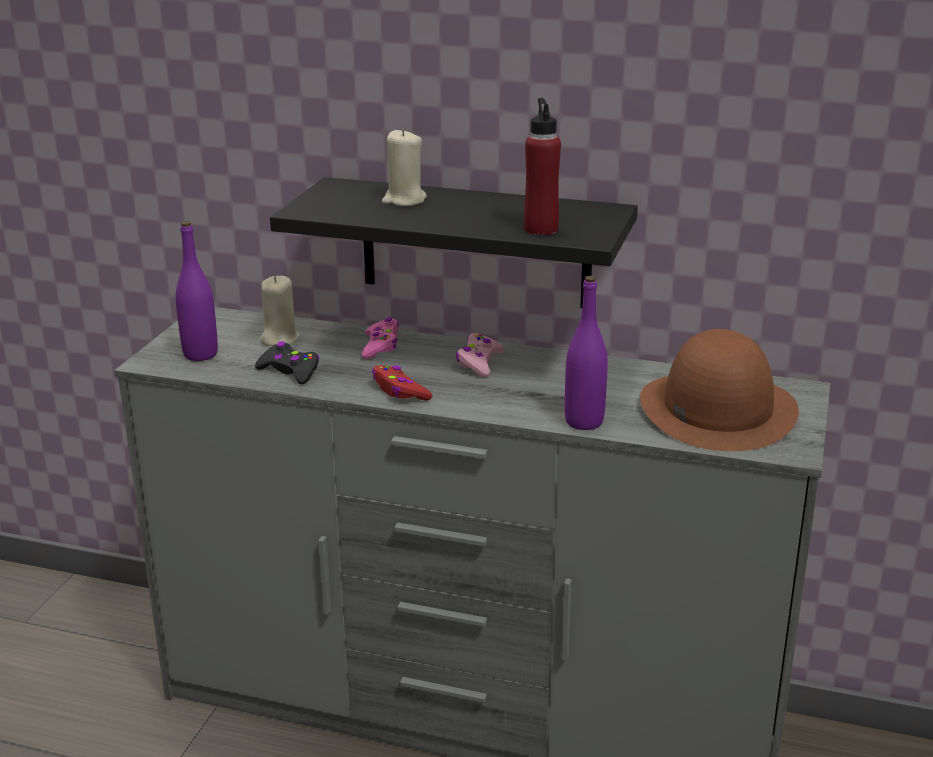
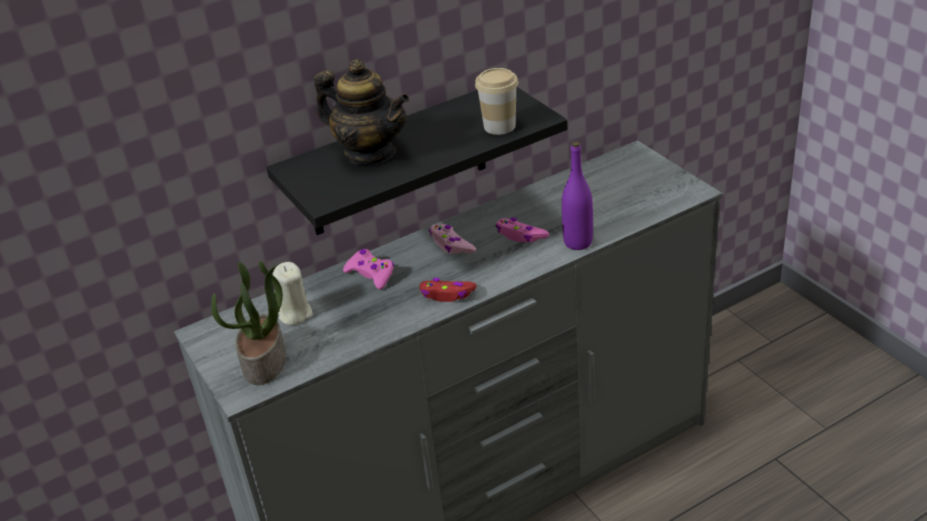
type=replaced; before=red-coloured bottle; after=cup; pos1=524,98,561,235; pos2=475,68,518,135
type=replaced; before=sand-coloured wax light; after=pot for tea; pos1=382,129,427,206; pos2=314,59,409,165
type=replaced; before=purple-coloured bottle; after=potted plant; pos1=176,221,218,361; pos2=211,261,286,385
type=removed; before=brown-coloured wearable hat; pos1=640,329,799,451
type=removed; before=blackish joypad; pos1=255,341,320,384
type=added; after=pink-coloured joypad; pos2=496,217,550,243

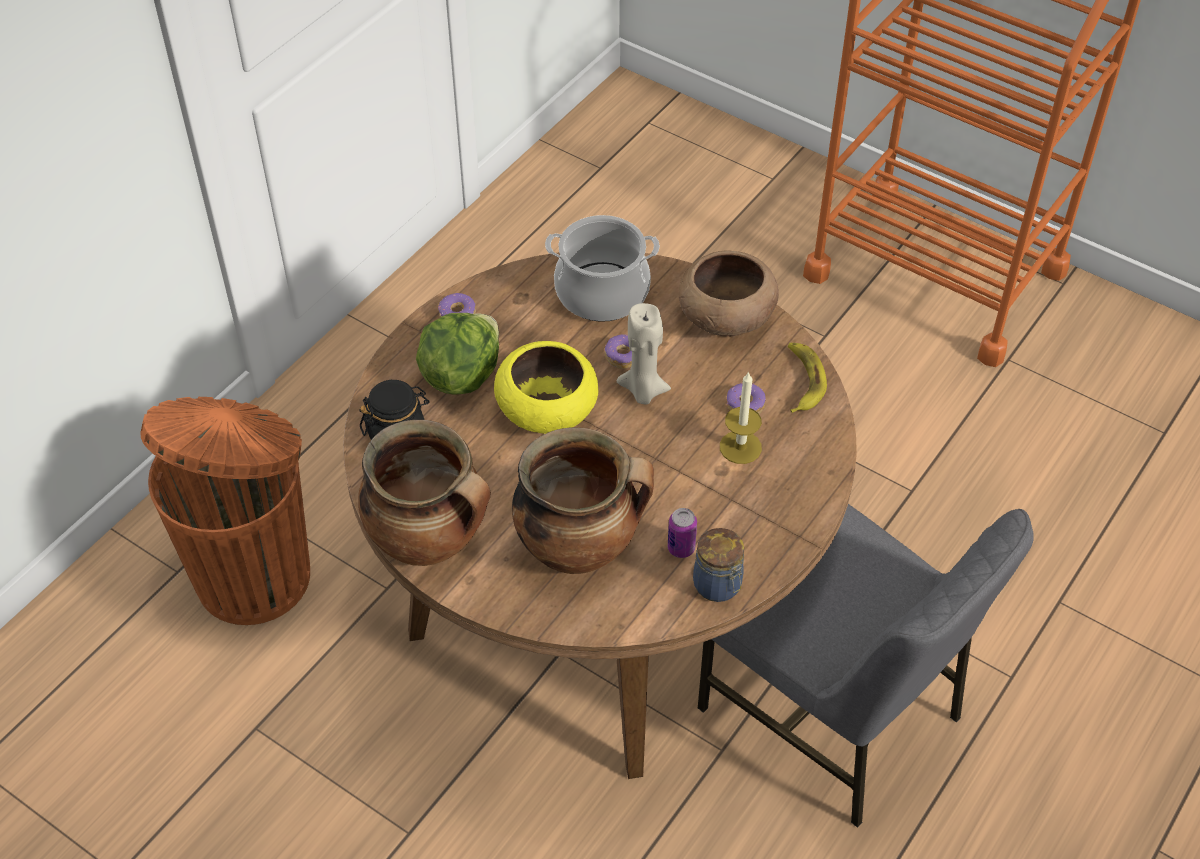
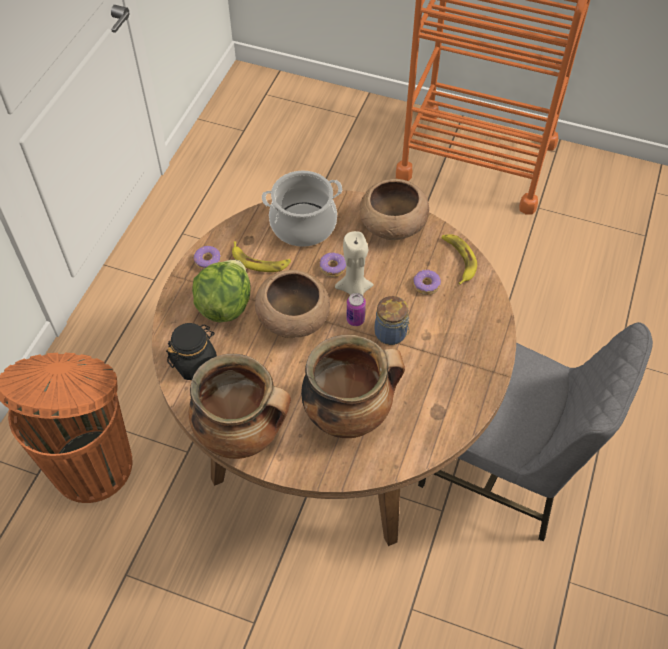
type=recoloured; before=yellow deep dish; after=brown-coloured deep dish; pos1=494,341,598,434; pos2=255,270,330,338
type=removed; before=wax light; pos1=720,371,762,464
type=moved; before=sealed can; pos1=668,508,697,558; pos2=346,293,366,326
type=moved; before=preserve jar; pos1=693,528,744,602; pos2=374,296,410,345
type=added; after=banana; pos2=232,241,291,272

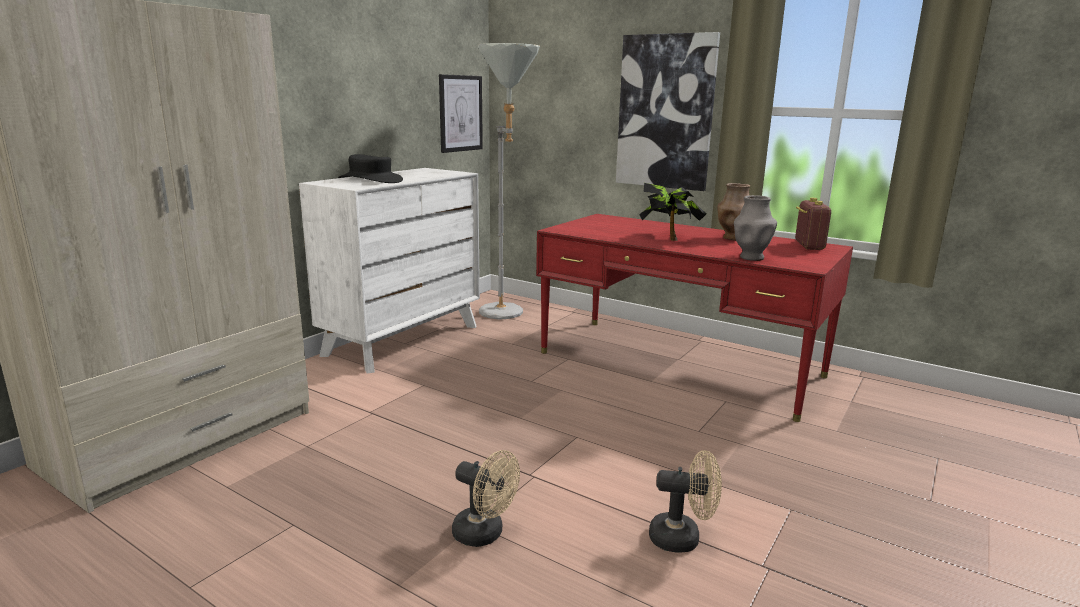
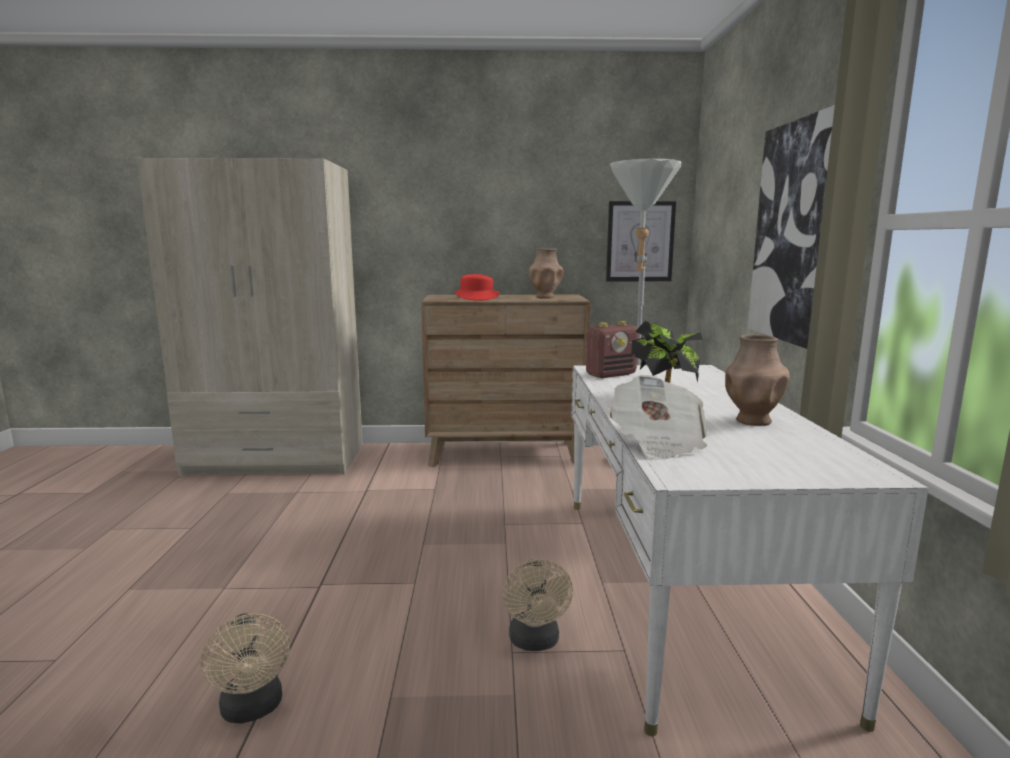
type=recoloured; before=blackish wearable hat; after=red-coloured wearable hat; pos1=338,154,403,183; pos2=454,274,499,301
type=recoloured; before=whitish chest of drawers; after=brown-coloured chest of drawers; pos1=299,168,480,374; pos2=421,295,590,467
type=replaced; before=gray vase; after=newspaper; pos1=734,195,777,261; pos2=609,375,707,460
type=moved; before=radio set; pos1=795,198,831,250; pos2=586,321,638,378
type=recoloured; before=red-coloured desk table; after=whitish desk table; pos1=536,214,853,422; pos2=572,365,929,736
type=moved; before=sand-coloured fan; pos1=452,450,520,547; pos2=503,559,573,651
type=added; after=brown-coloured vase; pos2=529,249,563,299

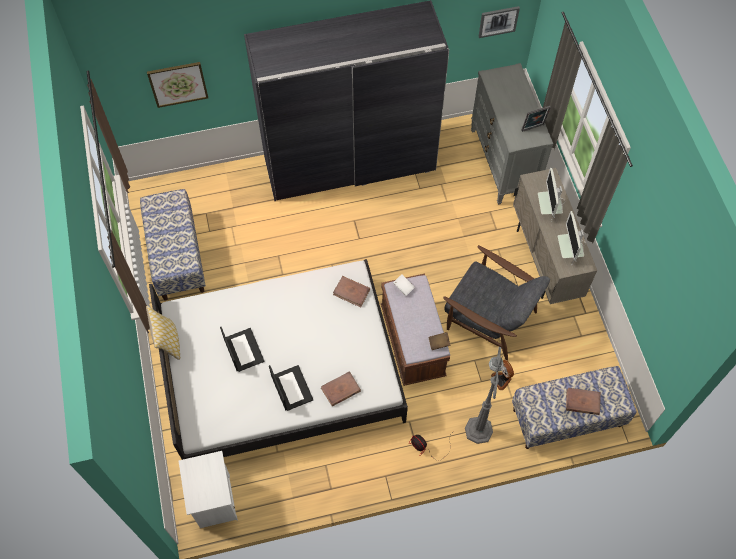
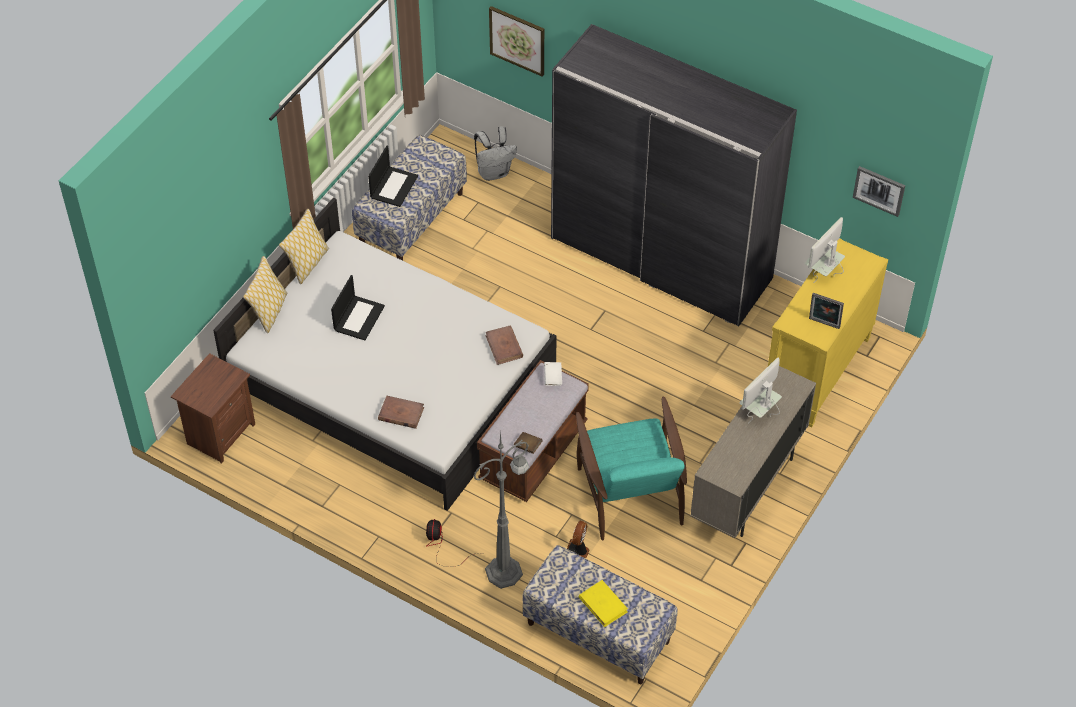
type=recoloured; before=gray chest of drawers; after=yellow chest of drawers; pos1=471,63,553,205; pos2=768,238,888,427
type=moved; before=monitor; pos1=558,211,586,264; pos2=805,217,845,283
type=recoloured; before=gray armchair; after=turquoise armchair; pos1=443,245,550,360; pos2=576,397,687,540
type=moved; before=laptop; pos1=269,365,313,411; pos2=368,146,418,207
type=recoloured; before=brown-coloured book; after=yellow book; pos1=566,388,601,415; pos2=579,580,628,627
type=recoloured; before=whitish nightstand; after=brown-coloured nightstand; pos1=179,451,238,528; pos2=171,353,255,464
type=added; after=whitish rucksack; pos2=474,126,517,181
type=added; after=throw pillow; pos2=243,256,287,333

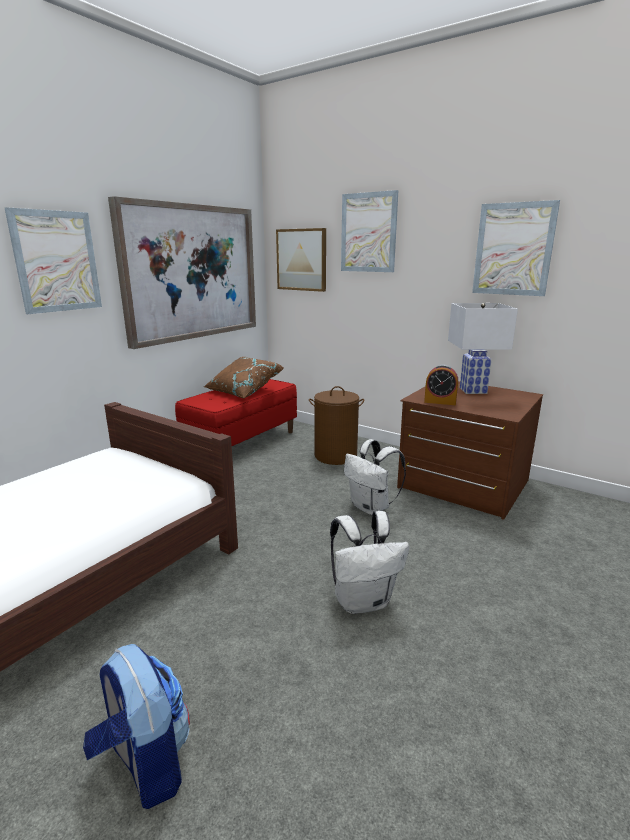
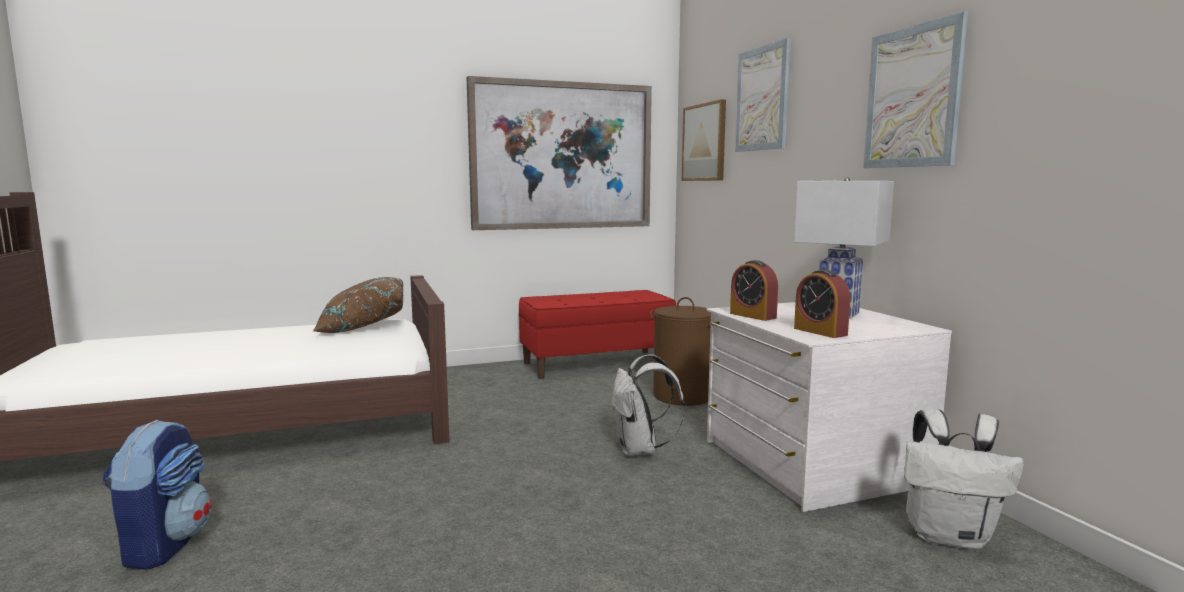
type=removed; before=wall picture; pos1=5,207,102,314
type=moved; before=brown-coloured throw pillow; pos1=204,357,283,398; pos2=313,277,403,333
type=recoloured; before=brown-coloured chest of drawers; after=whitish chest of drawers; pos1=397,381,543,520; pos2=706,302,952,512
type=moved; before=whitish rucksack; pos1=330,511,409,614; pos2=904,409,1024,549
type=added; after=table clock; pos2=794,269,850,338

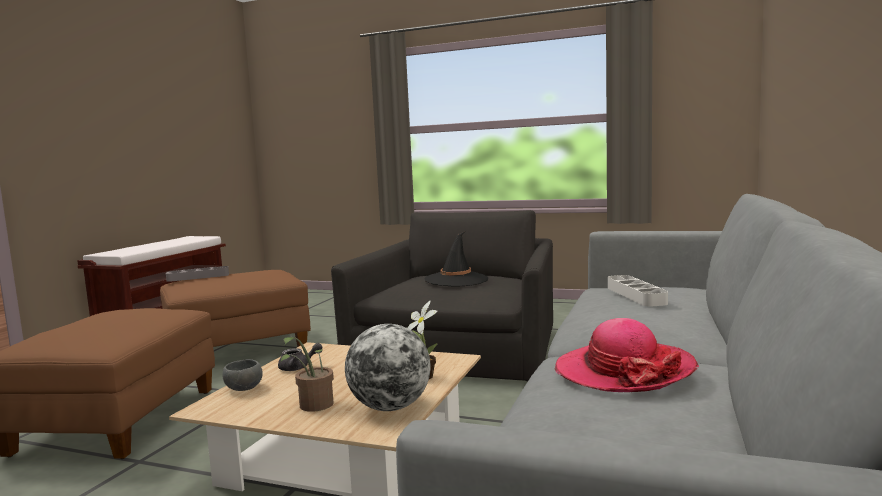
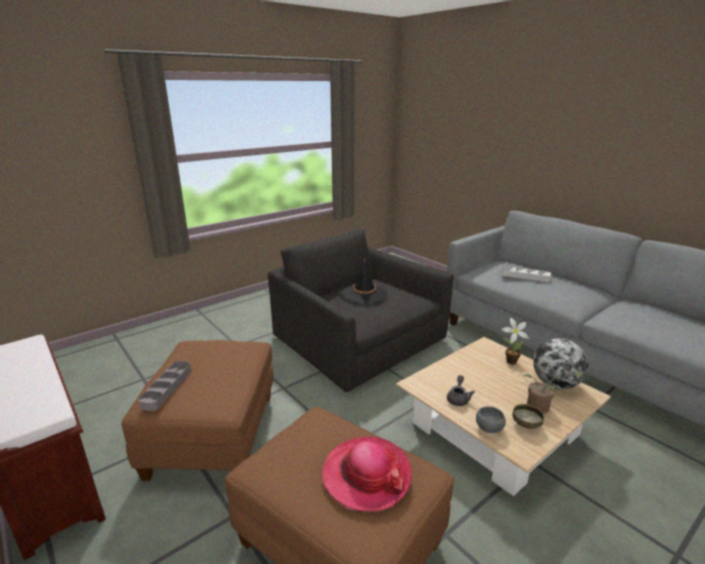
type=moved; before=wearable hat; pos1=555,318,699,392; pos2=322,436,412,511
type=added; after=deep dish; pos2=512,404,544,429

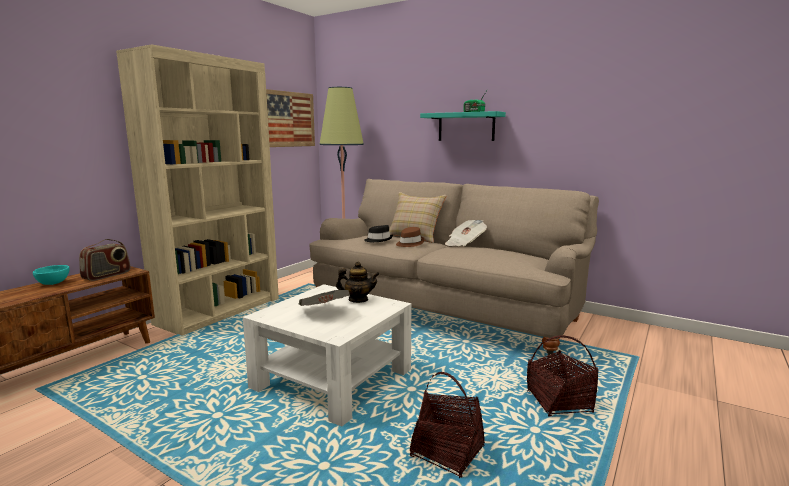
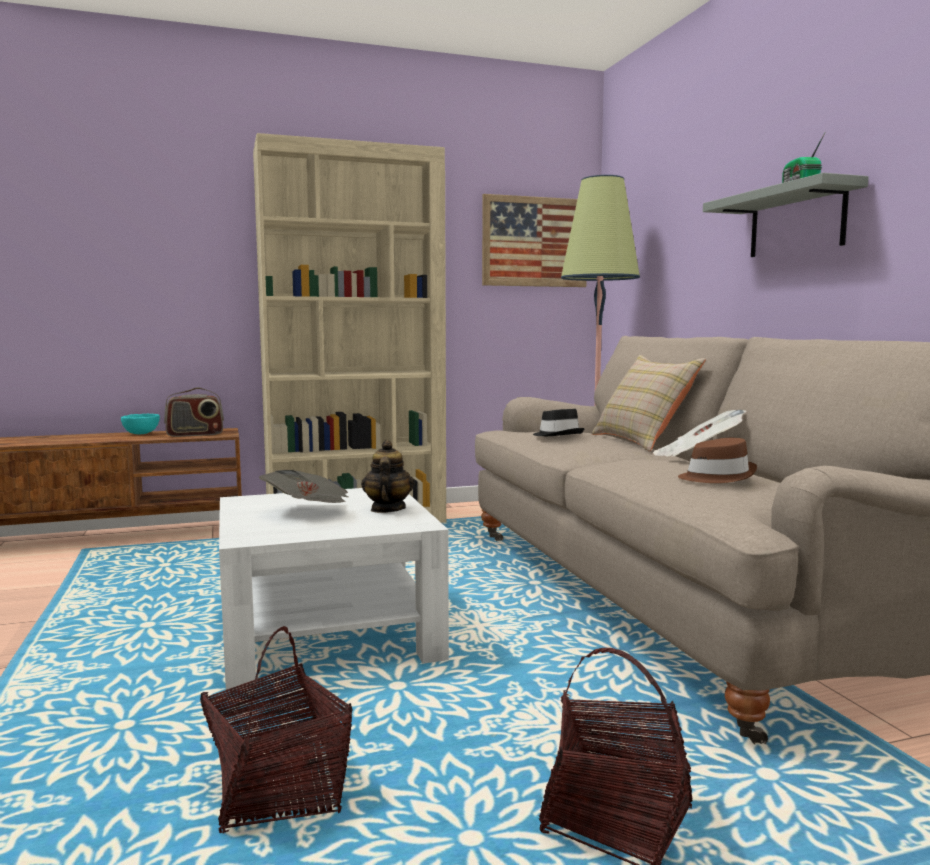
type=recoloured; before=turquoise wall shelf; after=gray wall shelf; pos1=420,111,506,141; pos2=703,173,869,257
type=moved; before=brown-coloured wearable hat; pos1=396,227,425,247; pos2=678,438,757,483
type=turned; before=pot for tea; pos1=336,262,380,303; pos2=361,440,414,513; turn=-135

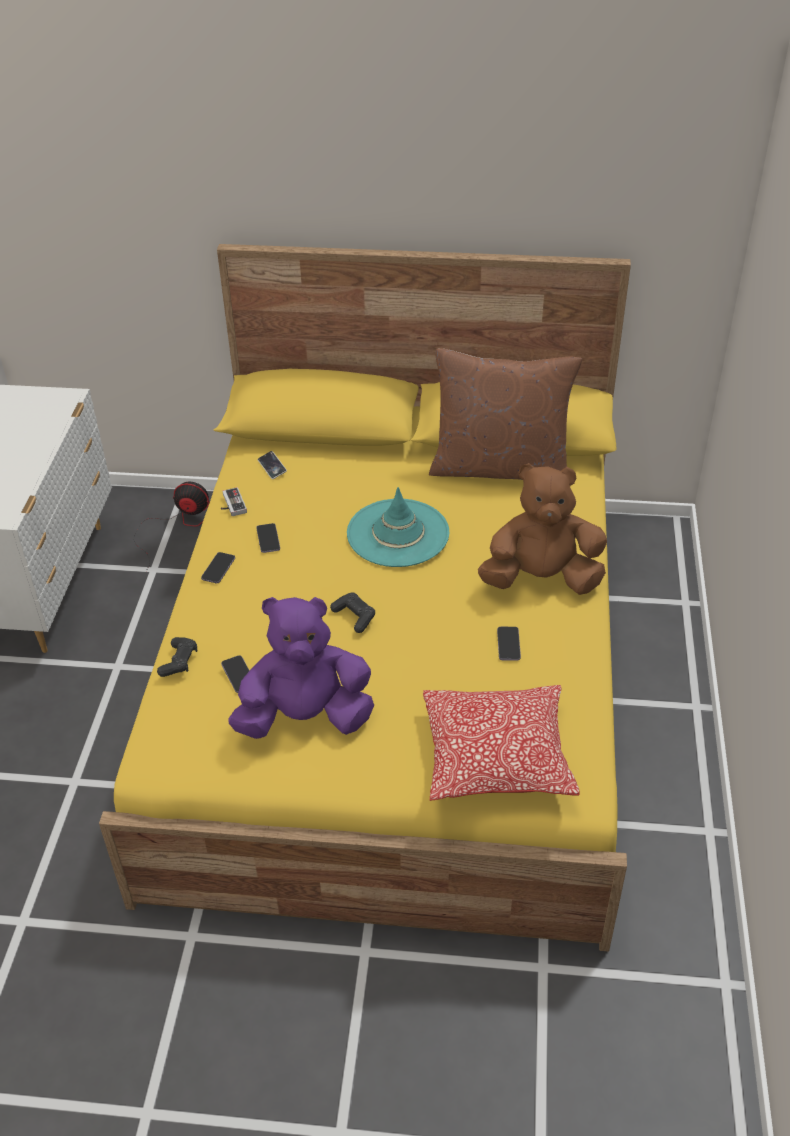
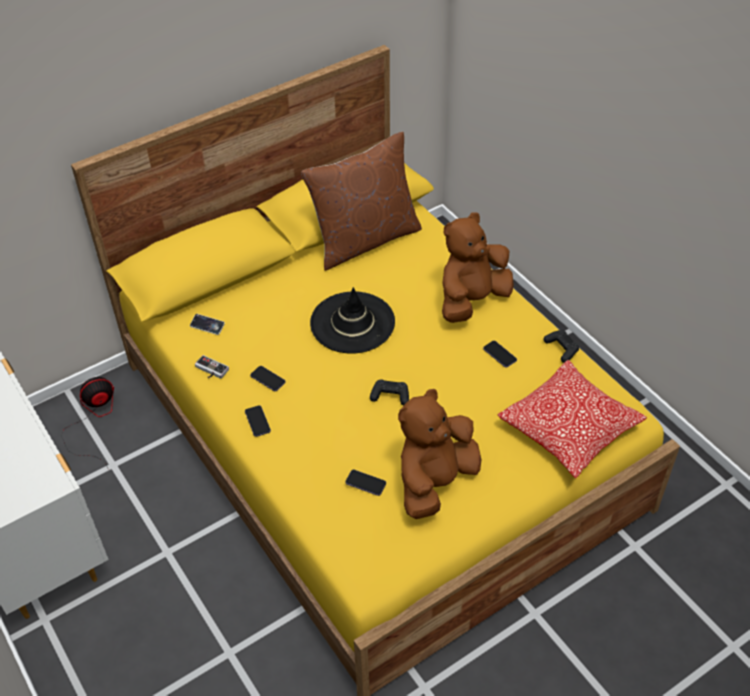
type=recoloured; before=turquoise wearable hat; after=blackish wearable hat; pos1=347,487,449,567; pos2=310,287,395,354
type=recoloured; before=purple-coloured soft toy; after=brown-coloured soft toy; pos1=228,597,374,739; pos2=398,389,481,519
type=moved; before=blackish joypad; pos1=157,637,197,677; pos2=544,330,579,363

